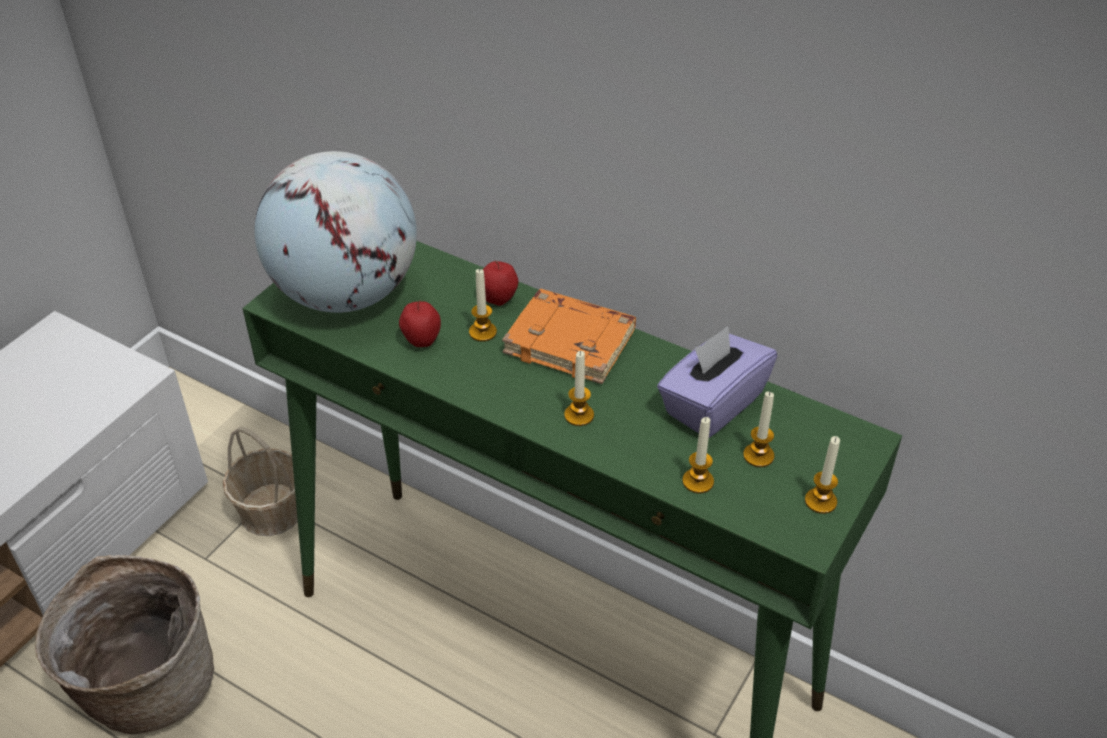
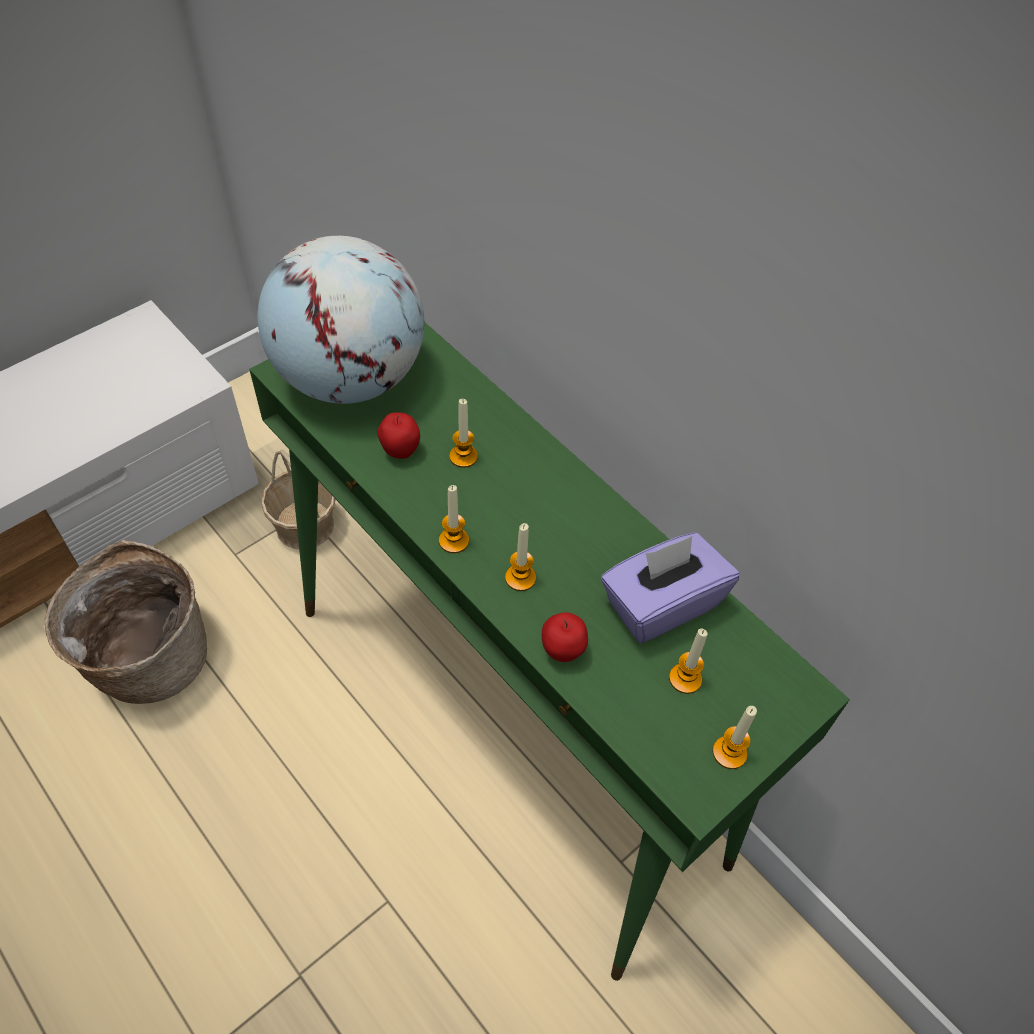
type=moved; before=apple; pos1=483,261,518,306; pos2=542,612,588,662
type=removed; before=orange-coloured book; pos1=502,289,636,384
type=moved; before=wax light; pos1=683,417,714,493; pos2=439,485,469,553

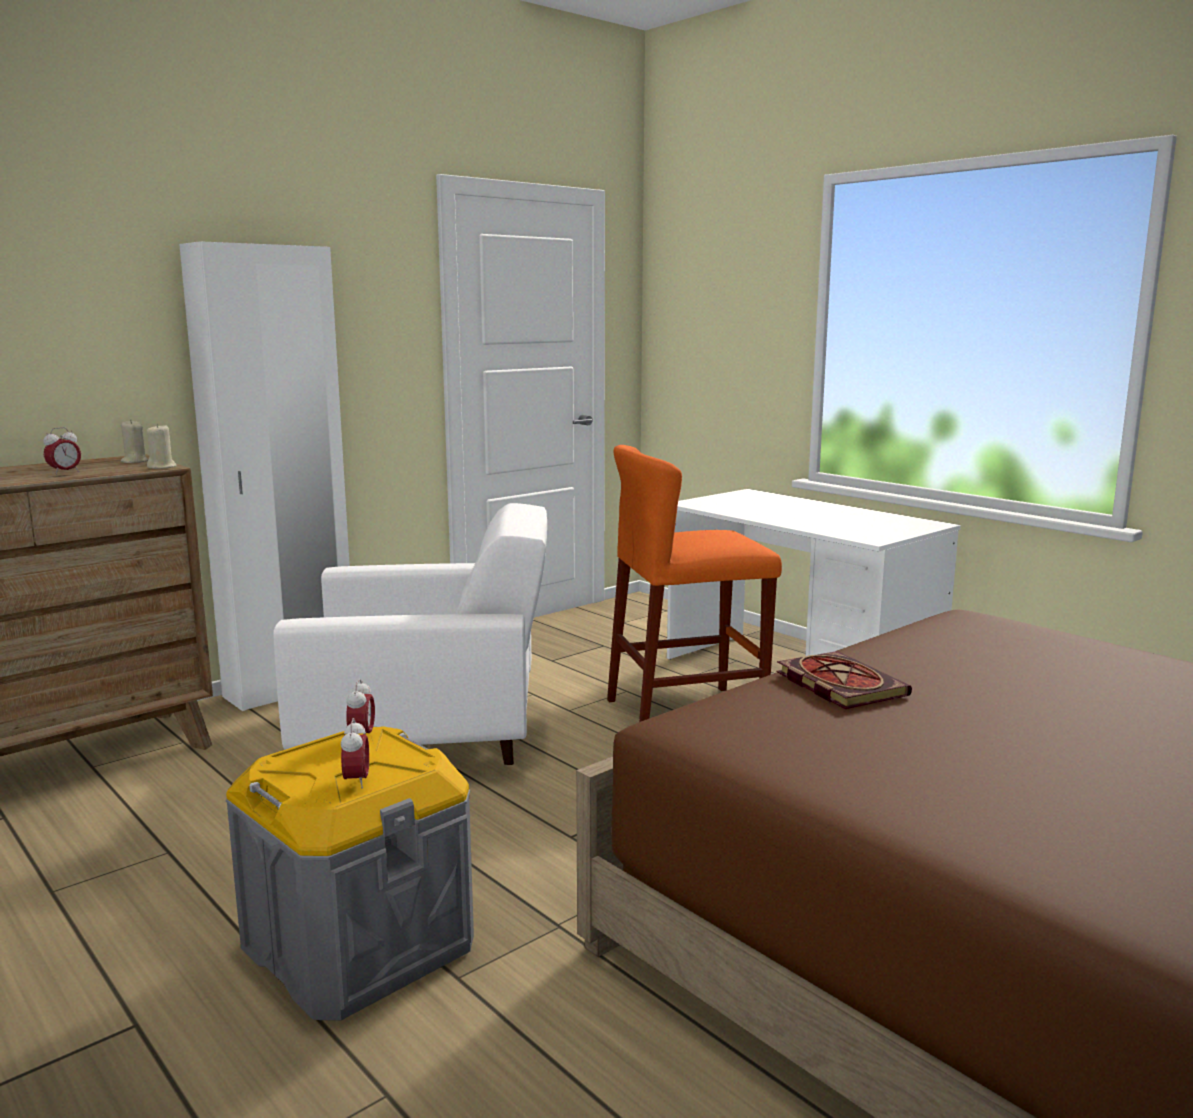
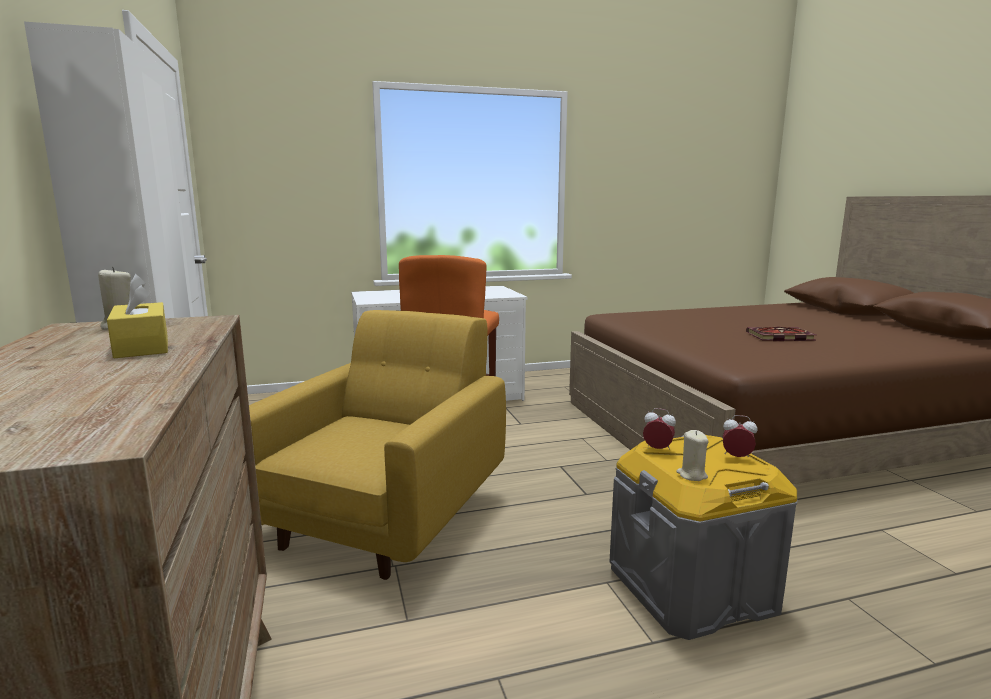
type=moved; before=sand-coloured wax light; pos1=147,424,176,469; pos2=676,430,709,481
type=replaced; before=table clock; after=yellow tissue holder; pos1=43,427,81,475; pos2=107,274,168,358
type=recoloured; before=whitish armchair; after=yellow armchair; pos1=273,503,547,765; pos2=249,310,506,580
type=moved; before=book; pos1=776,651,912,709; pos2=746,327,816,341

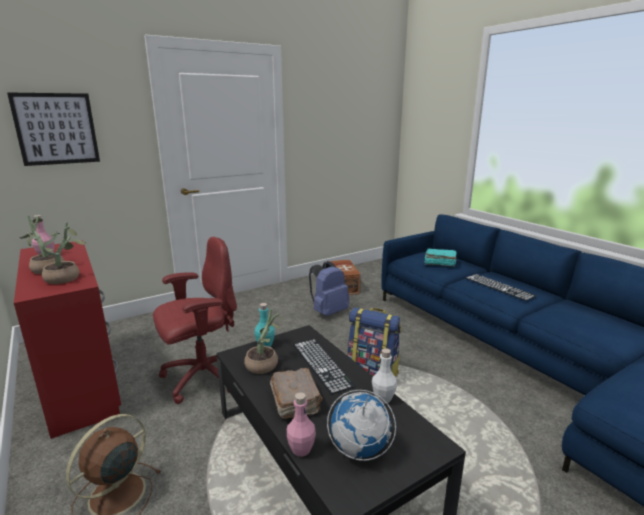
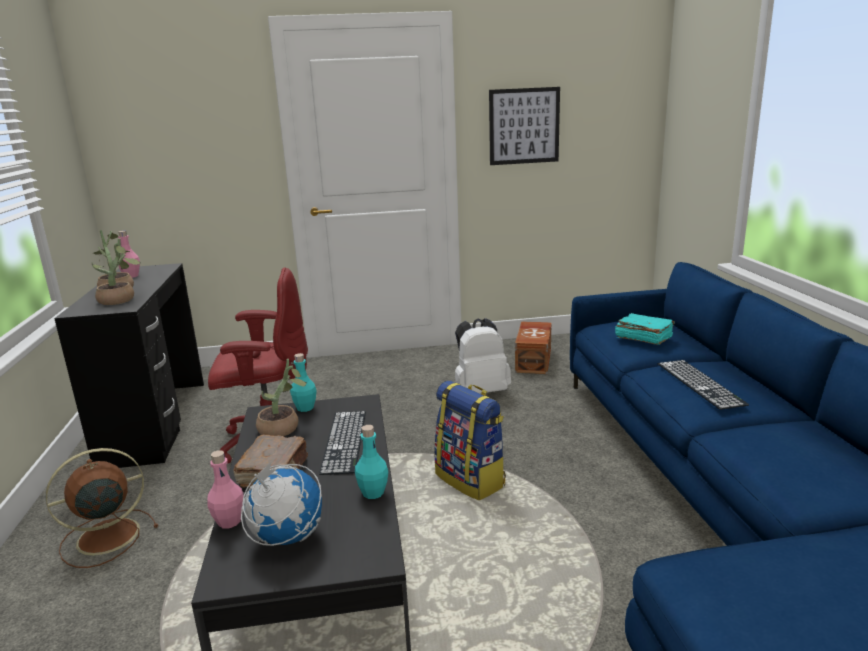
type=moved; before=wall picture; pos1=7,92,100,166; pos2=489,87,560,165
type=recoloured; before=red-coloured desk table; after=blackish desk table; pos1=14,240,121,439; pos2=54,263,204,468
type=recoloured; before=blue rucksack; after=whitish rucksack; pos1=309,261,349,316; pos2=455,318,511,394
type=recoloured; before=whitish bottle; after=turquoise bottle; pos1=372,348,397,404; pos2=355,425,388,499

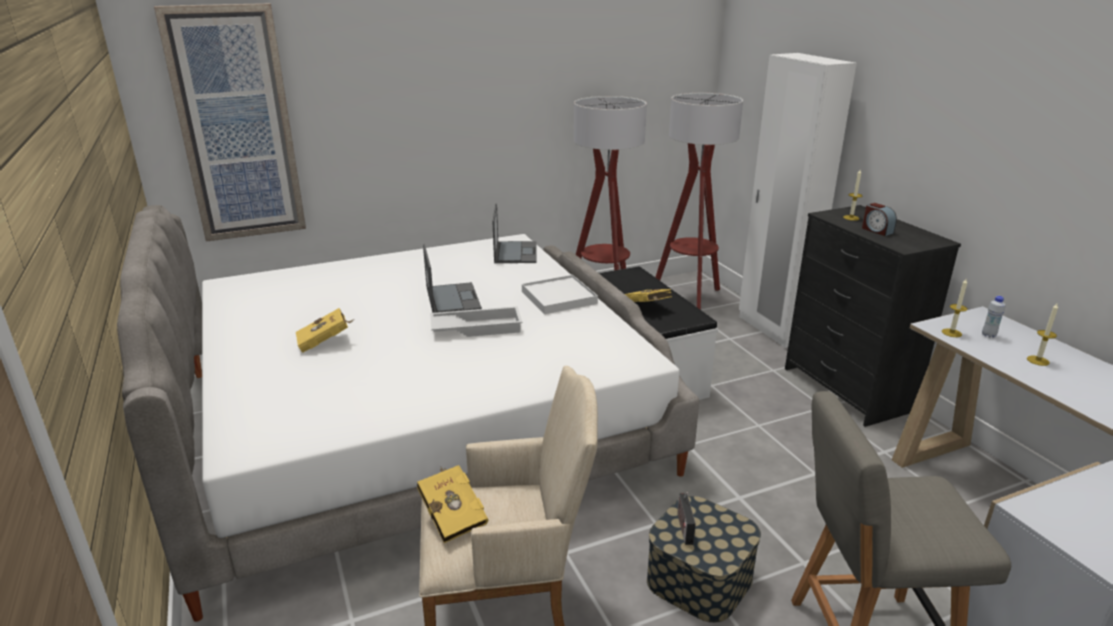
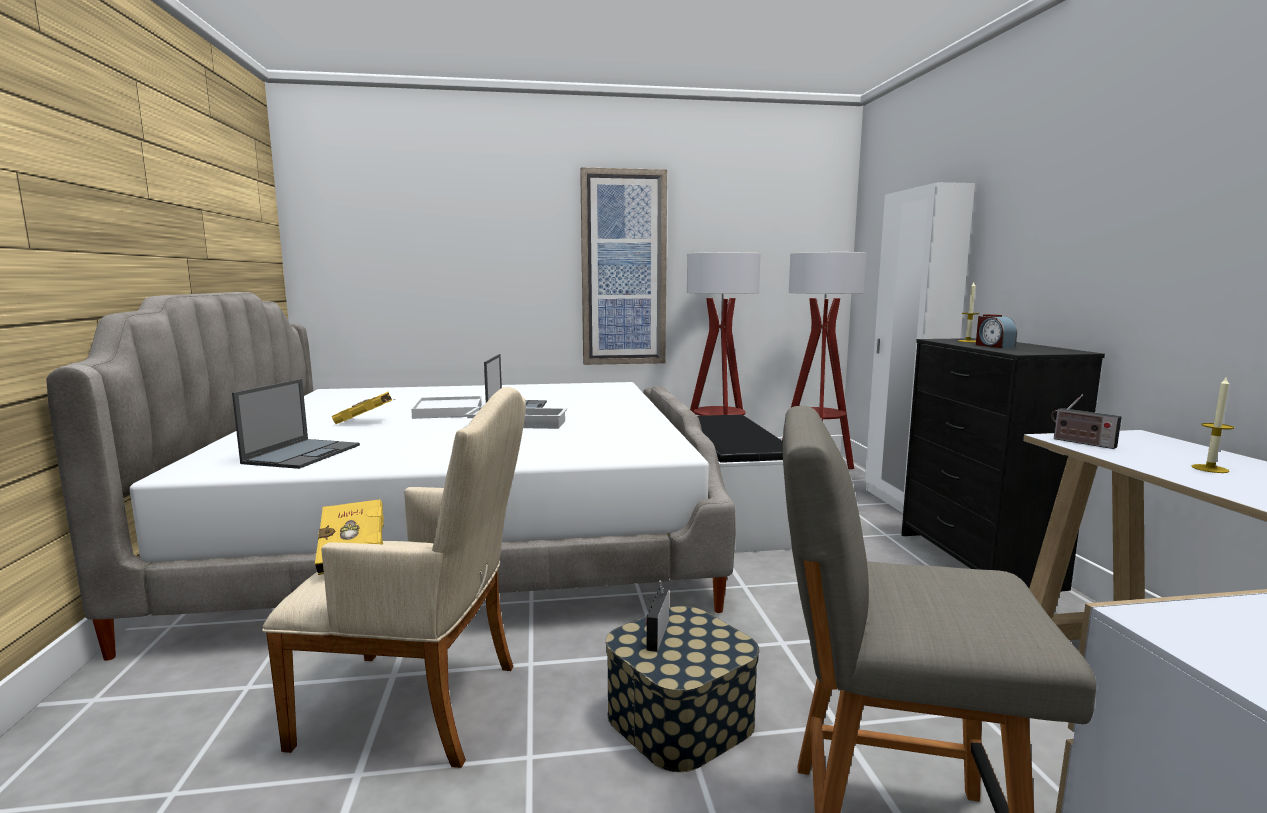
type=moved; before=wall picture; pos1=154,3,306,242; pos2=580,167,667,365
type=moved; before=laptop; pos1=492,204,536,263; pos2=232,379,360,469
type=moved; before=whitish serving tray; pos1=522,275,598,314; pos2=411,396,482,419
type=replaced; before=wax light; after=radio set; pos1=942,279,967,337; pos2=1051,395,1121,449
type=removed; before=yellow book; pos1=625,289,672,302
type=removed; before=whitish bottle; pos1=982,296,1006,338

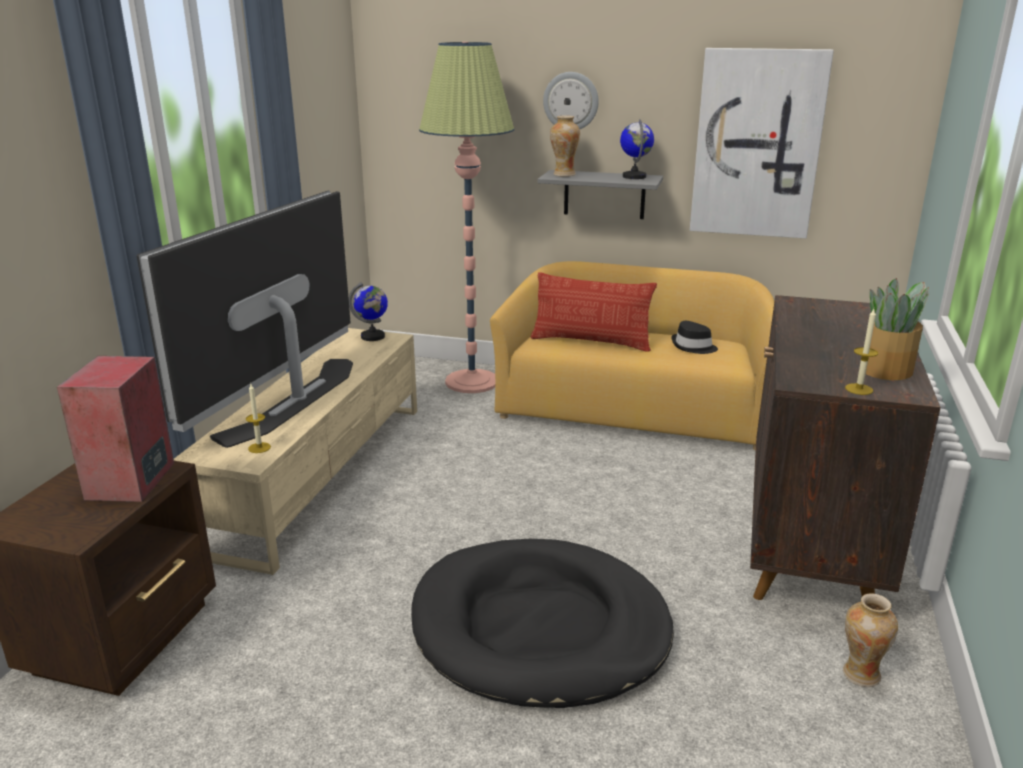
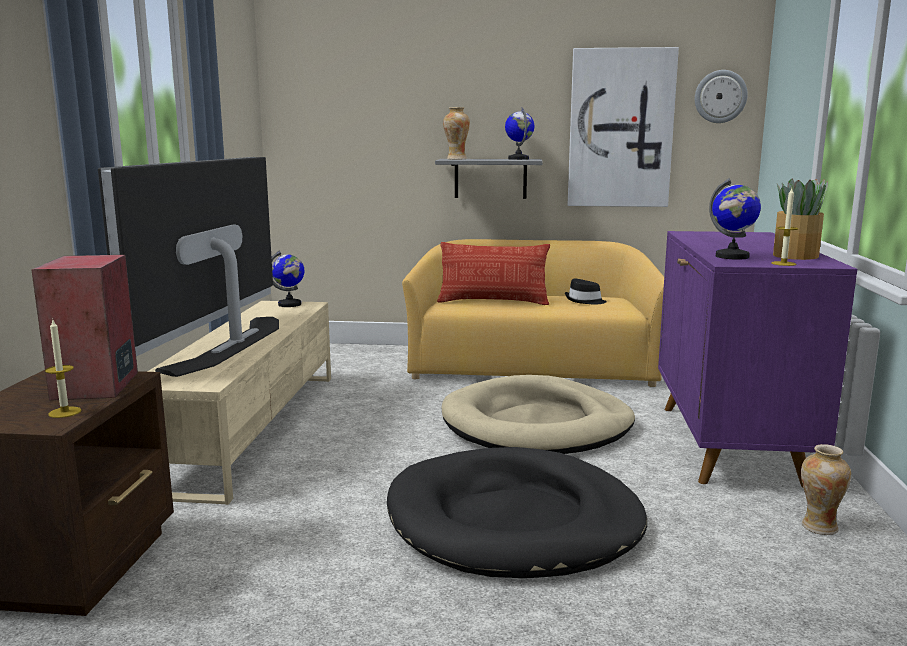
type=removed; before=floor lamp; pos1=419,42,514,393
type=moved; before=wall clock; pos1=543,72,599,129; pos2=695,70,748,123
type=recoloured; before=brown-coloured cupboard; after=purple-coloured cupboard; pos1=750,295,941,600; pos2=658,231,857,487
type=moved; before=wax light; pos1=246,384,271,453; pos2=45,320,82,418
type=added; after=globe; pos2=709,178,761,260
type=added; after=sand-coloured pet bed; pos2=441,375,635,454

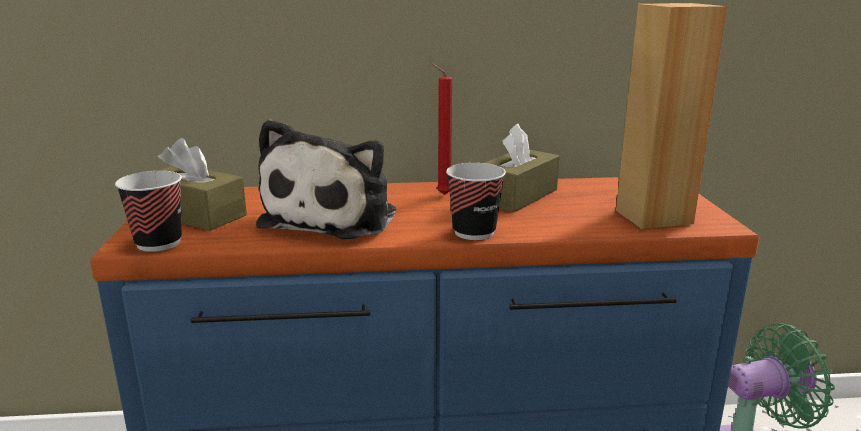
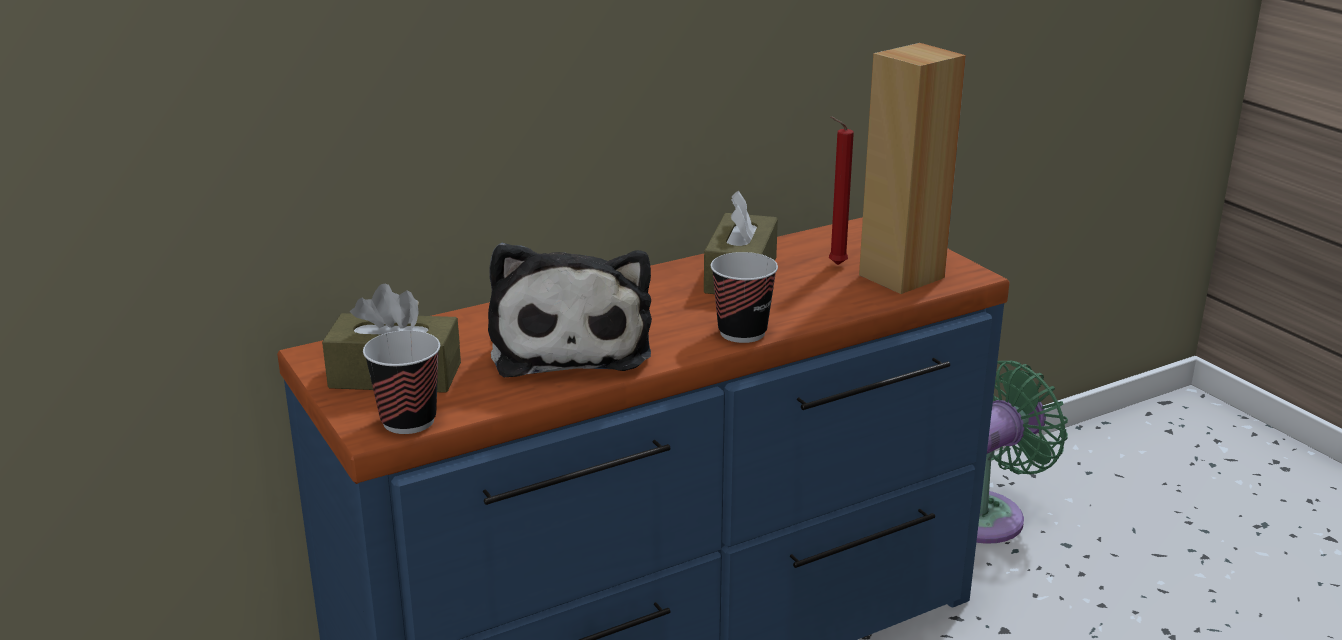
type=moved; before=red-coloured wax light; pos1=431,63,452,195; pos2=829,116,854,265

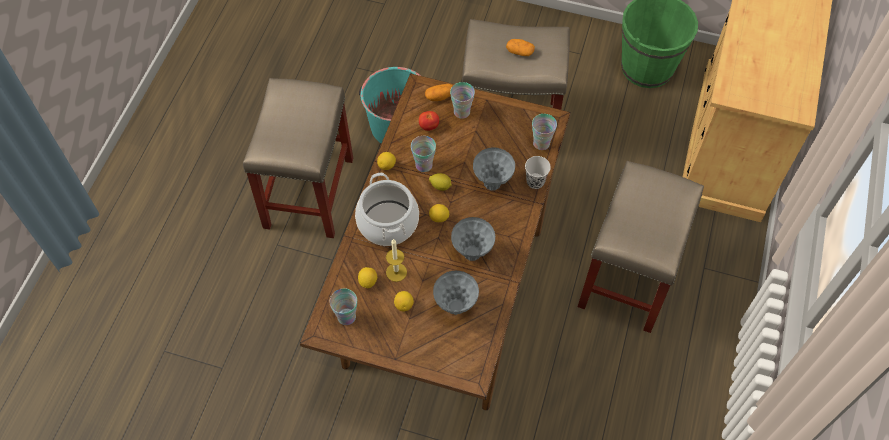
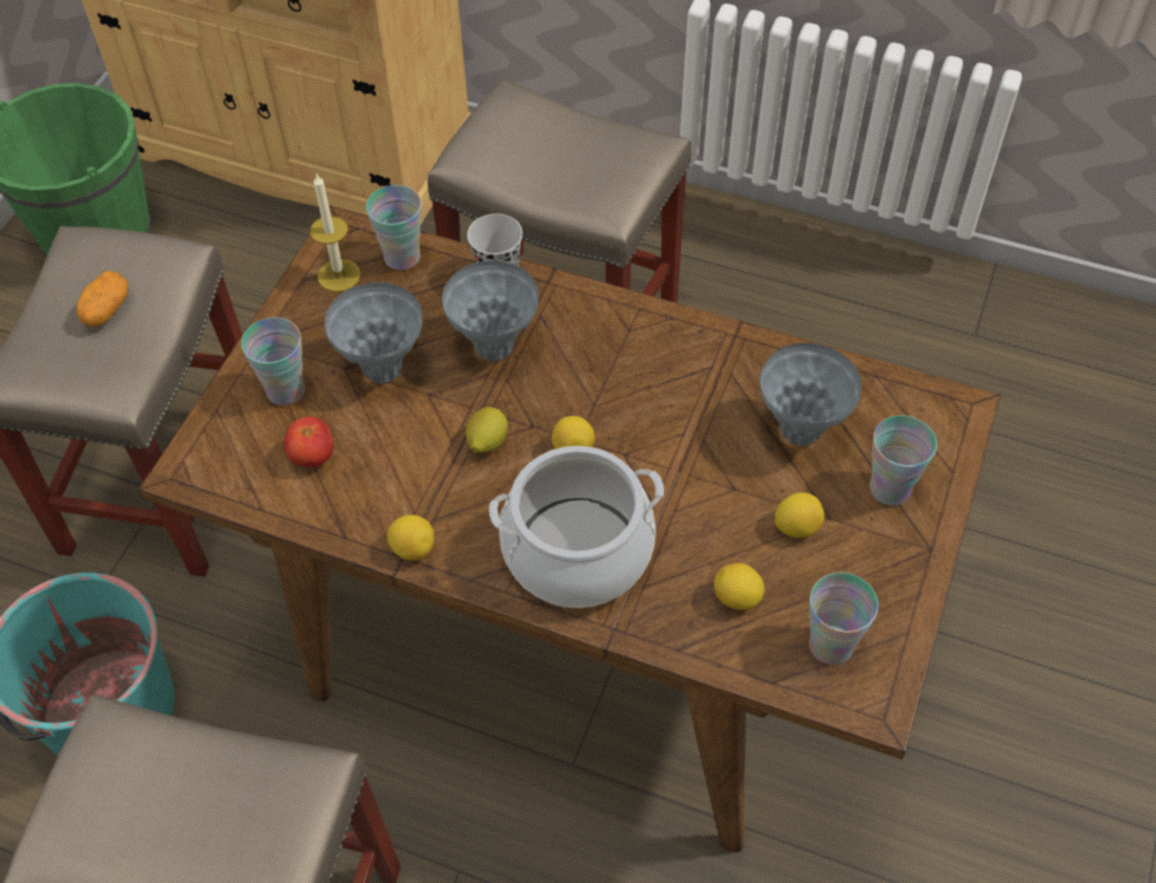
type=removed; before=whole potato; pos1=425,84,453,101
type=moved; before=cup; pos1=411,136,436,172; pos2=870,415,937,505
type=moved; before=gray vase; pos1=451,217,495,261; pos2=324,282,423,383
type=moved; before=wax light; pos1=386,239,407,282; pos2=310,173,361,292

